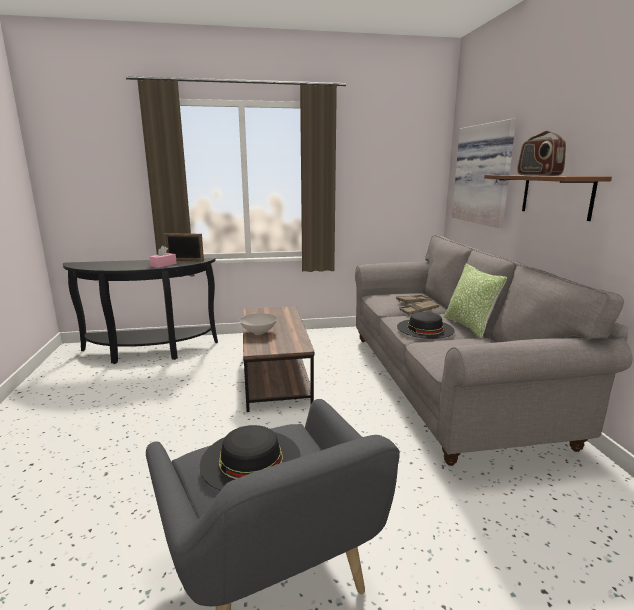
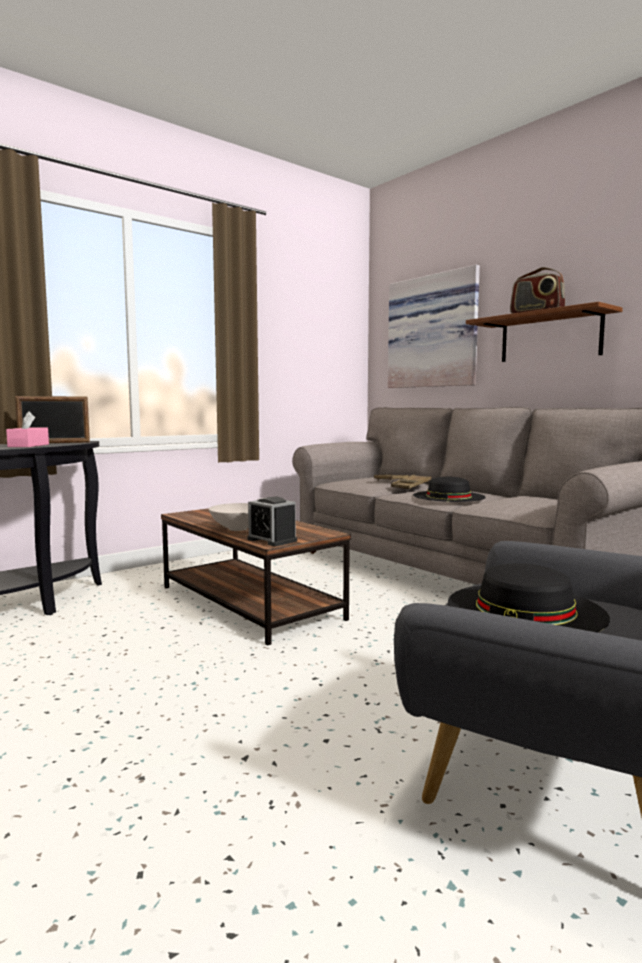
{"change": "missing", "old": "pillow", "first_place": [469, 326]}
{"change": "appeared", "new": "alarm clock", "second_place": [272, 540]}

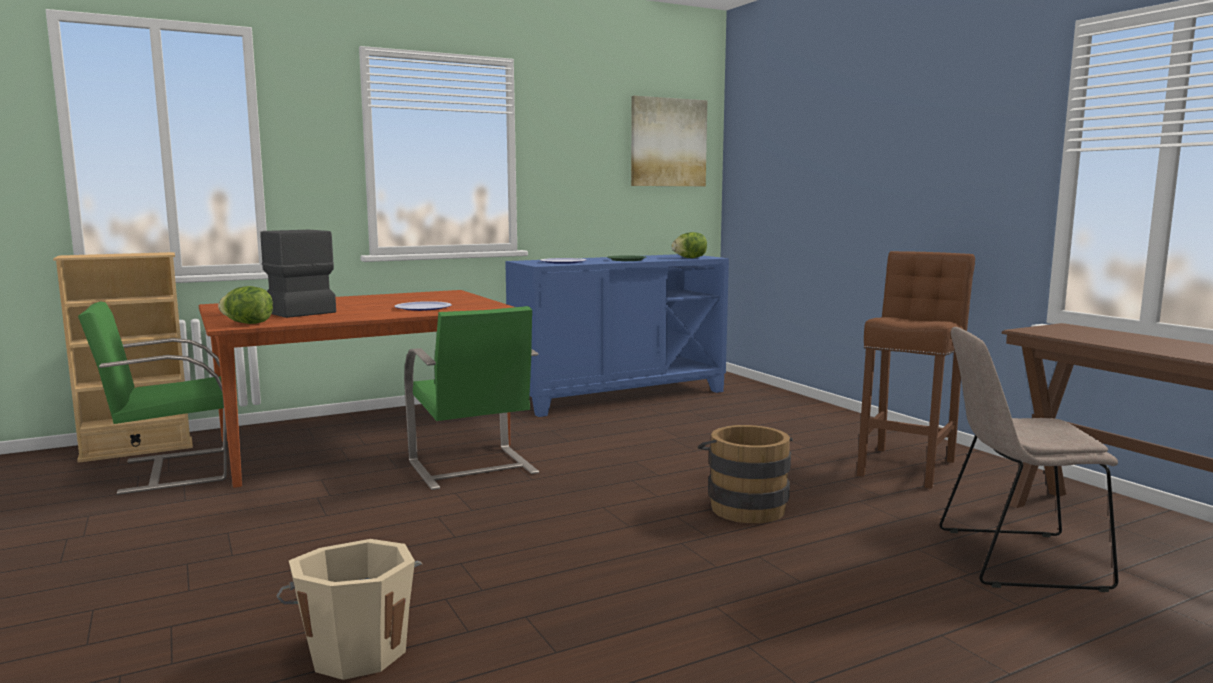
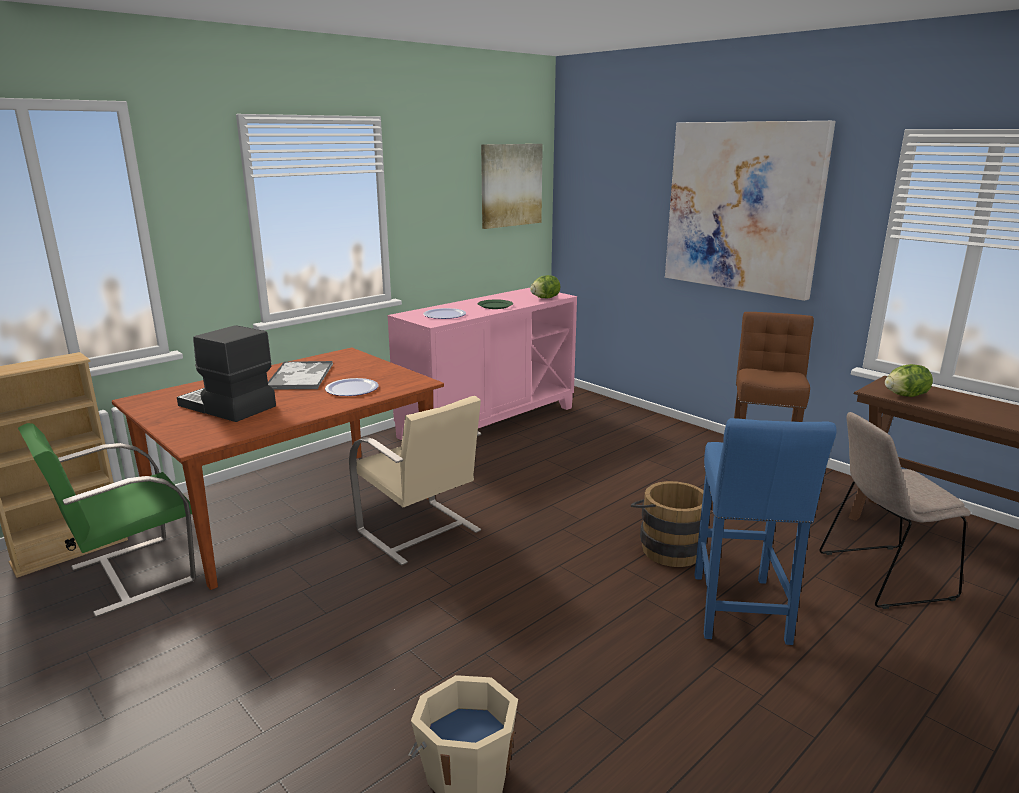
{"change": "appeared", "new": "tray", "second_place": [300, 376]}
{"change": "appeared", "new": "picture", "second_place": [743, 207]}
{"change": "appeared", "new": "stool (blue)", "second_place": [739, 612]}
{"change": "relocated", "old": "lettuce", "first_place": [248, 323], "second_place": [905, 396]}
{"change": "colour", "old": "chair (green)", "new": "chair (beige)", "first_place": [472, 468], "second_place": [419, 532]}
{"change": "colour", "old": "cabinet (blue)", "new": "cabinet (pink)", "first_place": [618, 395], "second_place": [488, 422]}

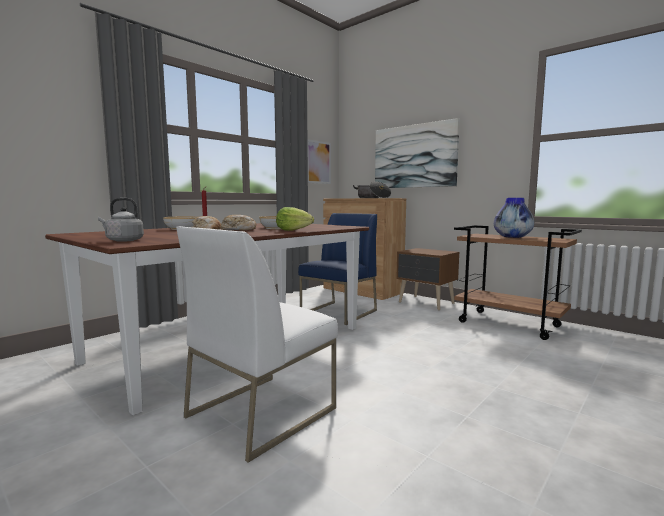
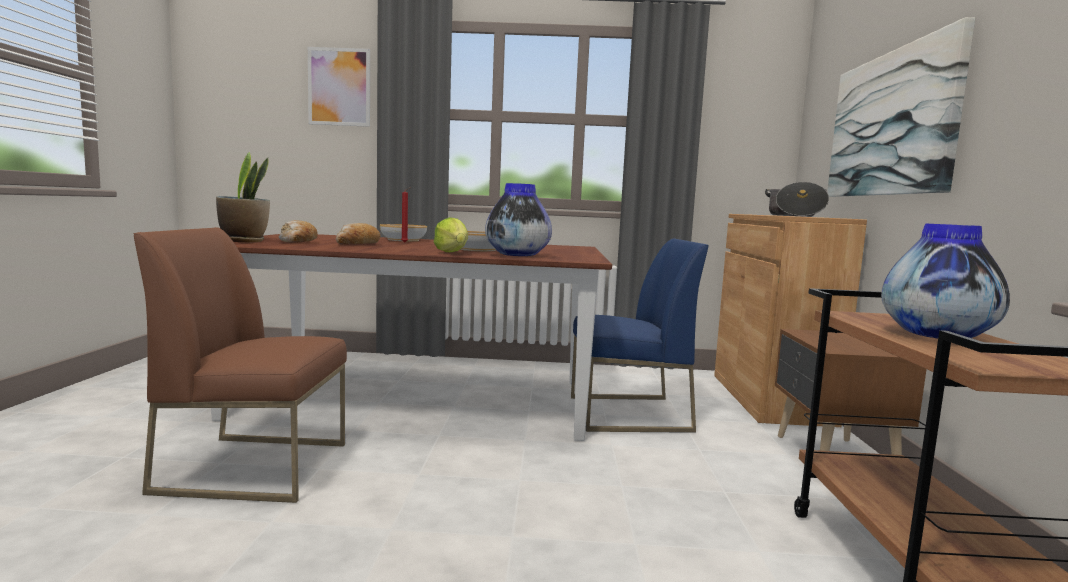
{"change": "appeared", "new": "vase", "second_place": [517, 255]}
{"change": "relocated", "old": "bread", "first_place": [239, 230], "second_place": [298, 242]}
{"change": "relocated", "old": "picture", "first_place": [318, 162], "second_place": [339, 87]}
{"change": "exchanged", "old": "kettle (grey)", "new": "potted plant", "first_place": [123, 240], "second_place": [244, 241]}
{"change": "colour", "old": "chair (white)", "new": "chair (brown)", "first_place": [261, 411], "second_place": [257, 466]}

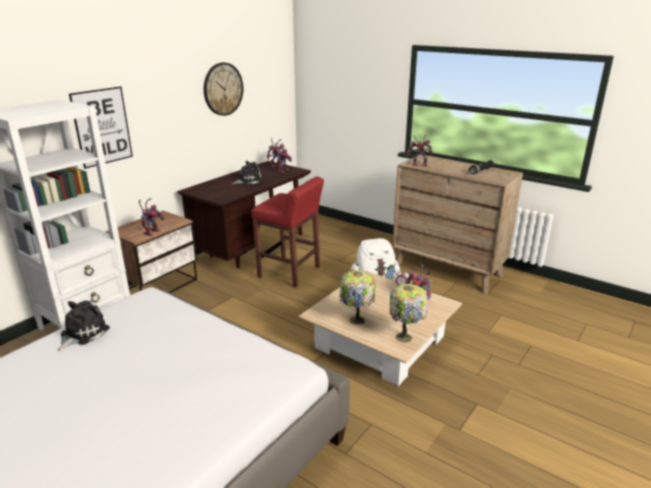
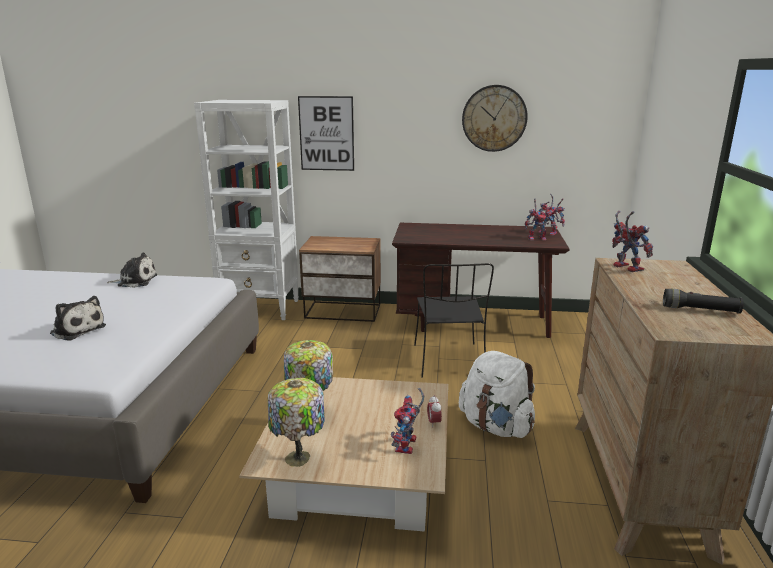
{"change": "missing", "old": "toy robot", "first_place": [152, 231]}
{"change": "relocated", "old": "plush toy", "first_place": [248, 180], "second_place": [77, 330]}
{"change": "exchanged", "old": "stool (red)", "new": "chair (black)", "first_place": [290, 272], "second_place": [449, 361]}

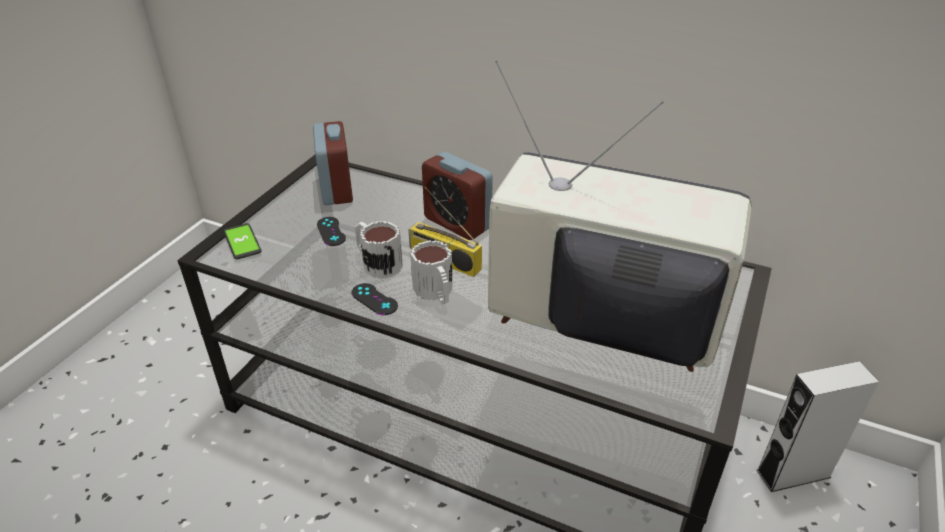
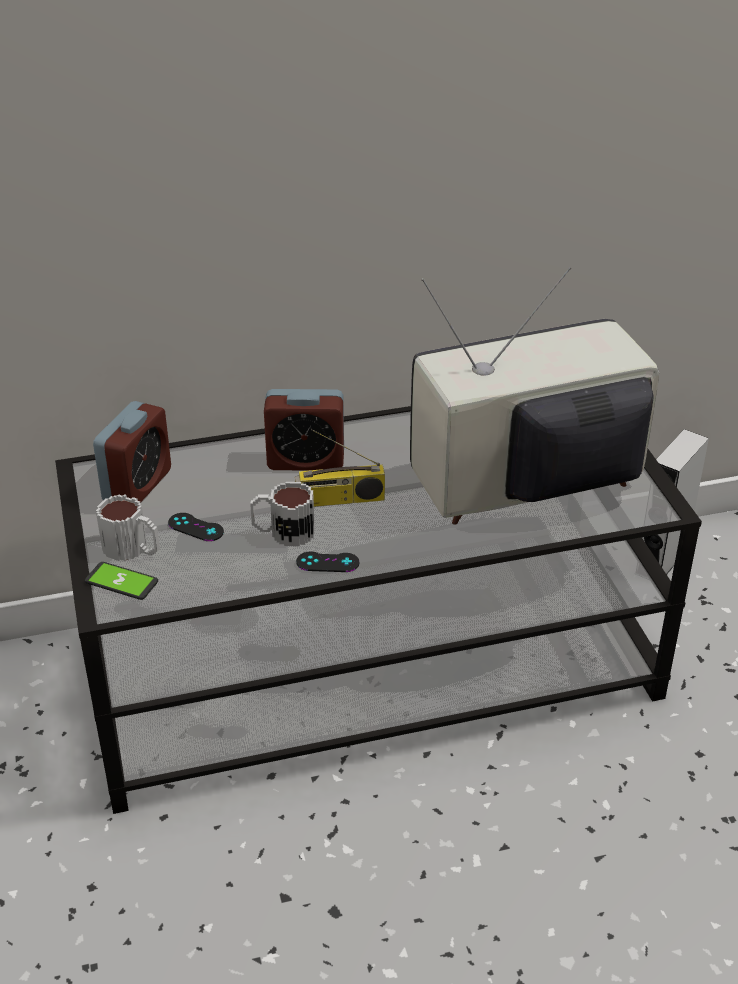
{"change": "relocated", "old": "mug", "first_place": [436, 293], "second_place": [133, 549]}
{"change": "spun", "old": "alarm clock", "first_place": [336, 189], "second_place": [137, 485], "degrees": 75}

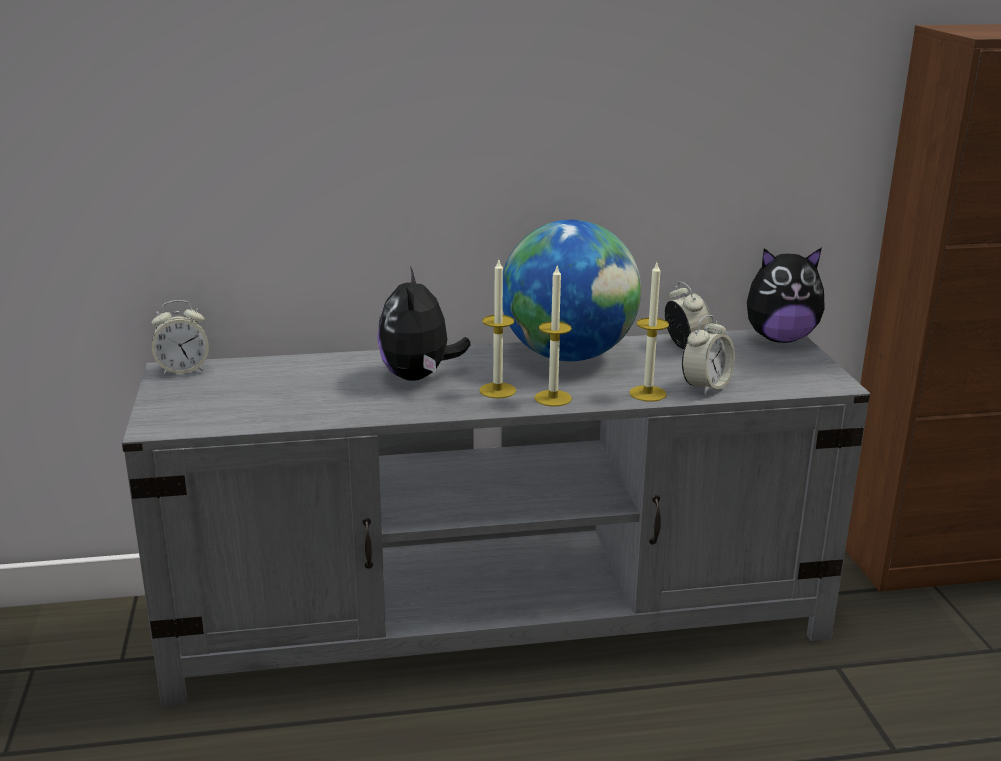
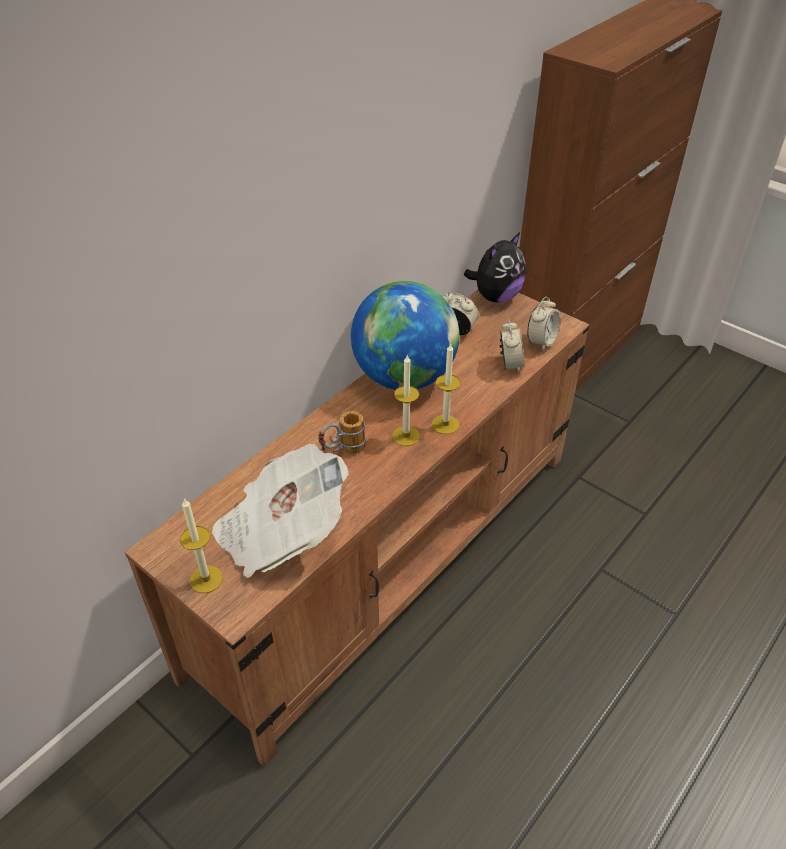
{"change": "appeared", "new": "newspaper", "second_place": [281, 532]}
{"change": "relocated", "old": "alarm clock", "first_place": [183, 370], "second_place": [541, 342]}
{"change": "relocated", "old": "candle", "first_place": [647, 393], "second_place": [206, 579]}
{"change": "exchanged", "old": "plush toy", "new": "mug", "first_place": [419, 377], "second_place": [342, 451]}
{"change": "colour", "old": "tv stand (grey)", "new": "tv stand (brown)", "first_place": [500, 619], "second_place": [391, 557]}

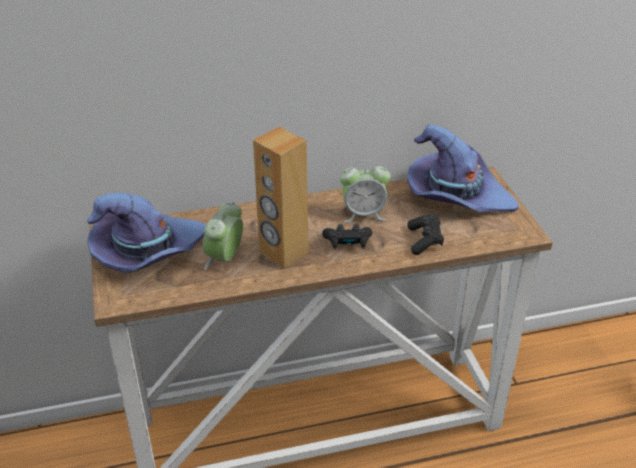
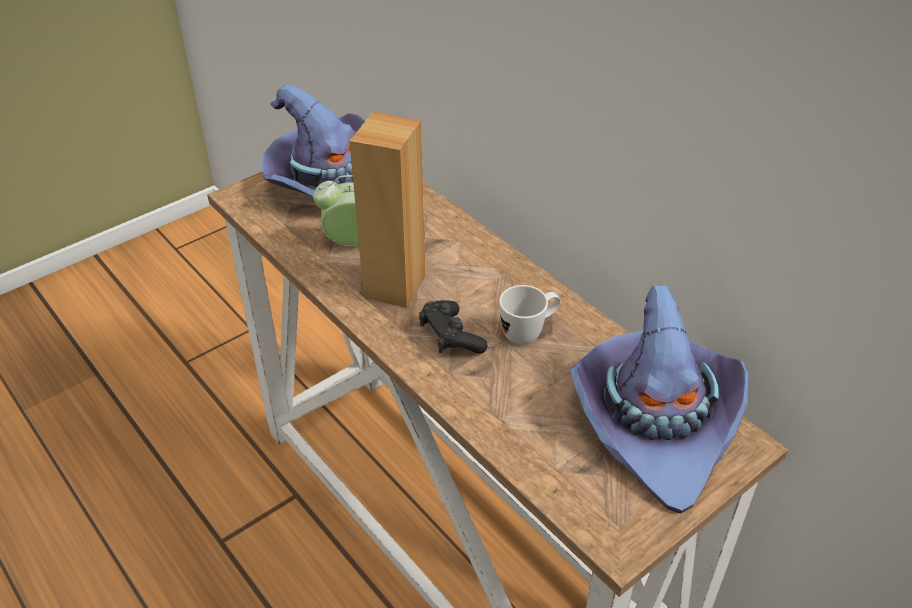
{"change": "missing", "old": "game controller (black)", "first_place": [424, 241]}
{"change": "exchanged", "old": "alarm clock", "new": "mug (white)", "first_place": [363, 214], "second_place": [529, 332]}

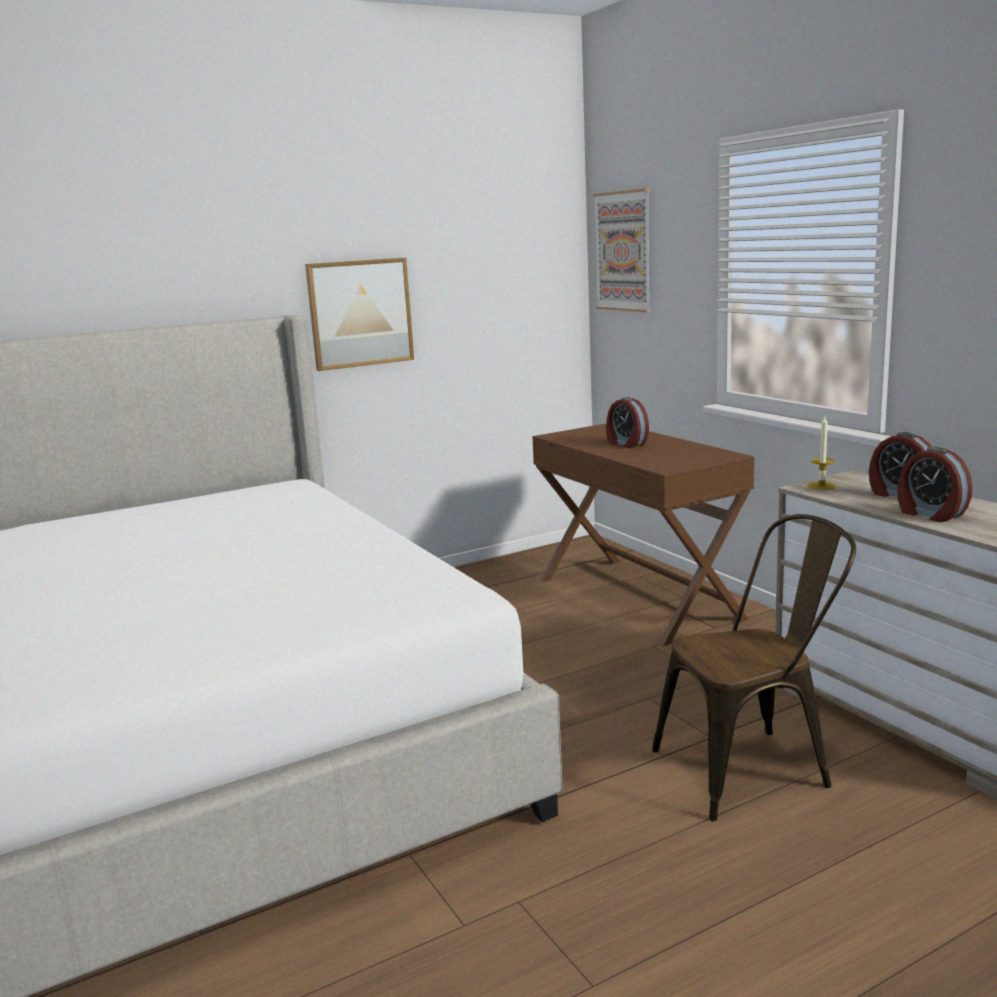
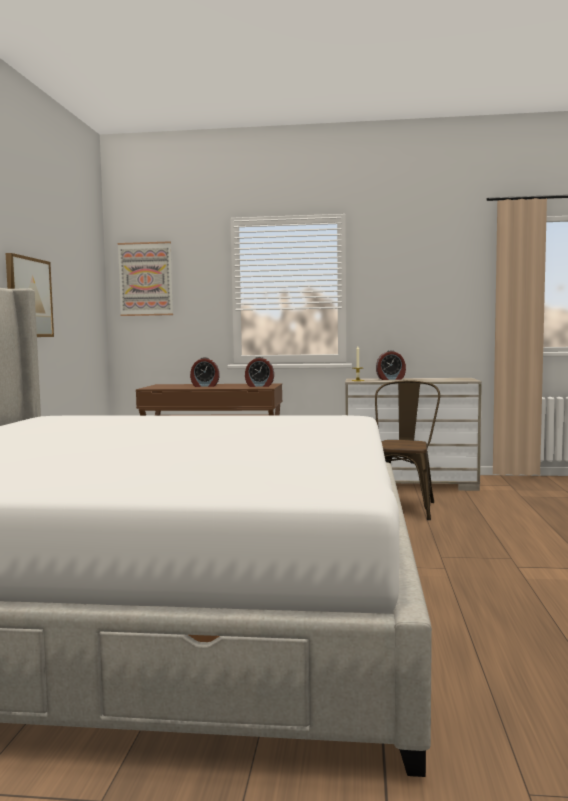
{"change": "relocated", "old": "alarm clock", "first_place": [930, 514], "second_place": [259, 386]}

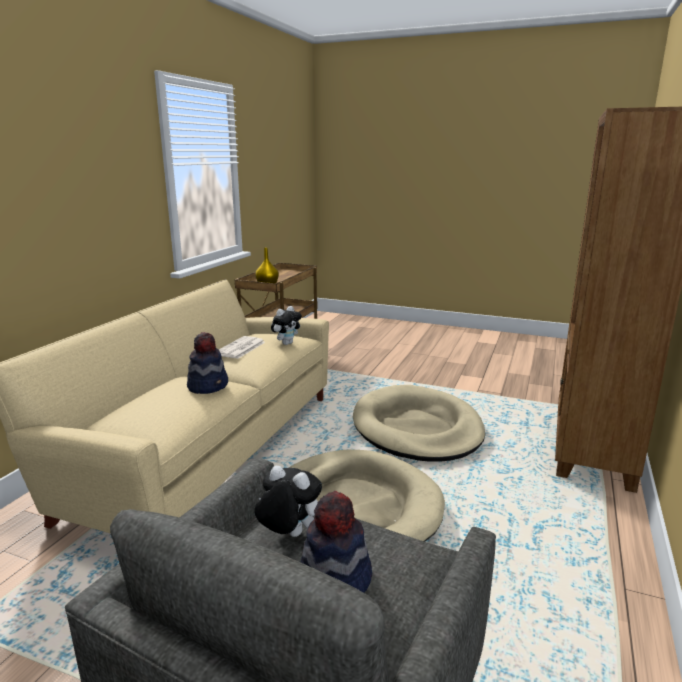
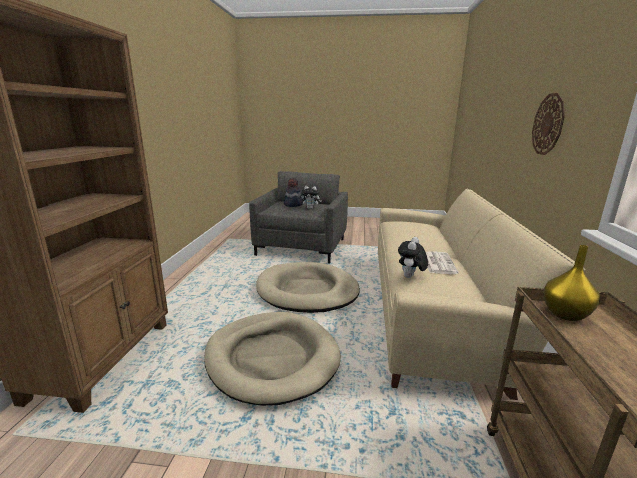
{"change": "missing", "old": "hat", "first_place": [208, 386]}
{"change": "appeared", "new": "wall clock", "second_place": [548, 124]}

